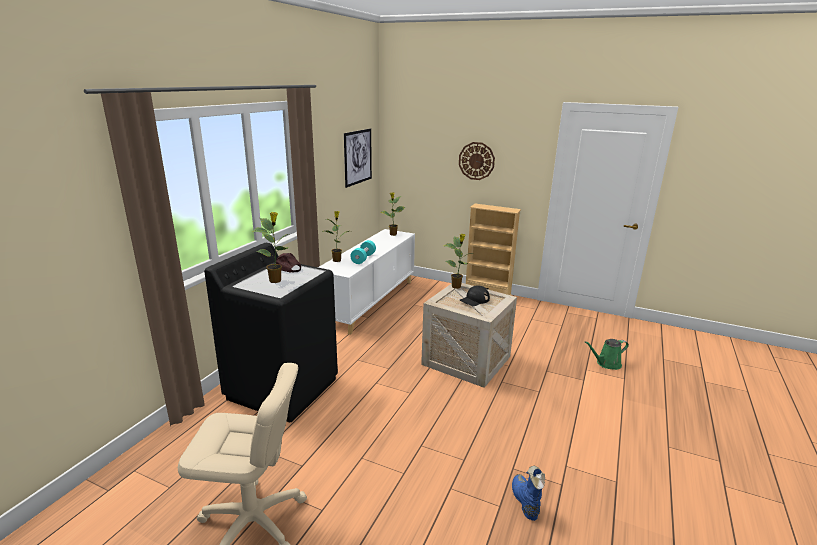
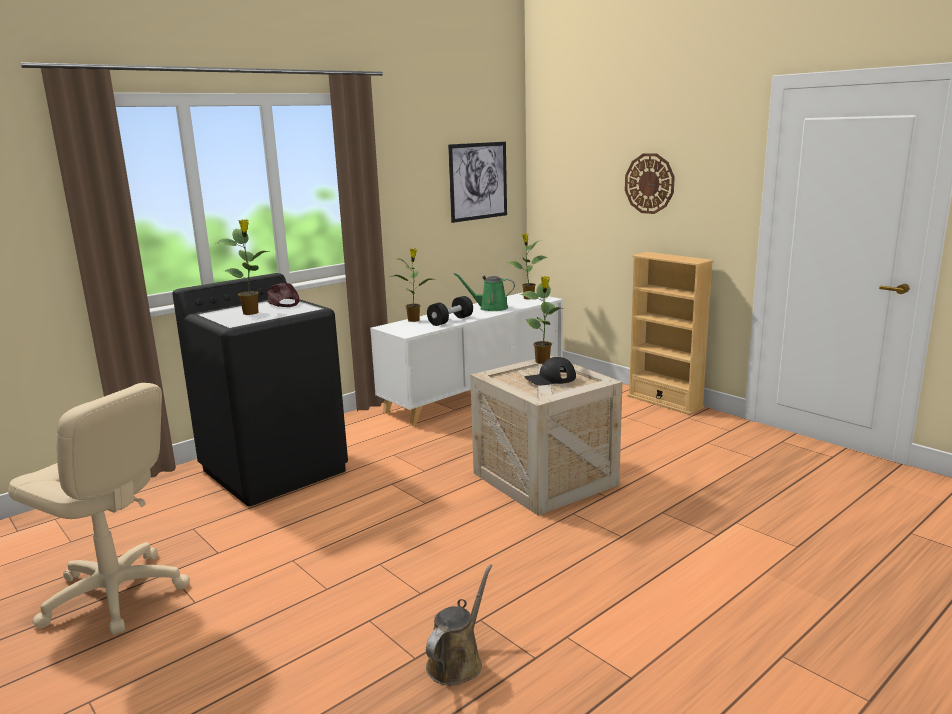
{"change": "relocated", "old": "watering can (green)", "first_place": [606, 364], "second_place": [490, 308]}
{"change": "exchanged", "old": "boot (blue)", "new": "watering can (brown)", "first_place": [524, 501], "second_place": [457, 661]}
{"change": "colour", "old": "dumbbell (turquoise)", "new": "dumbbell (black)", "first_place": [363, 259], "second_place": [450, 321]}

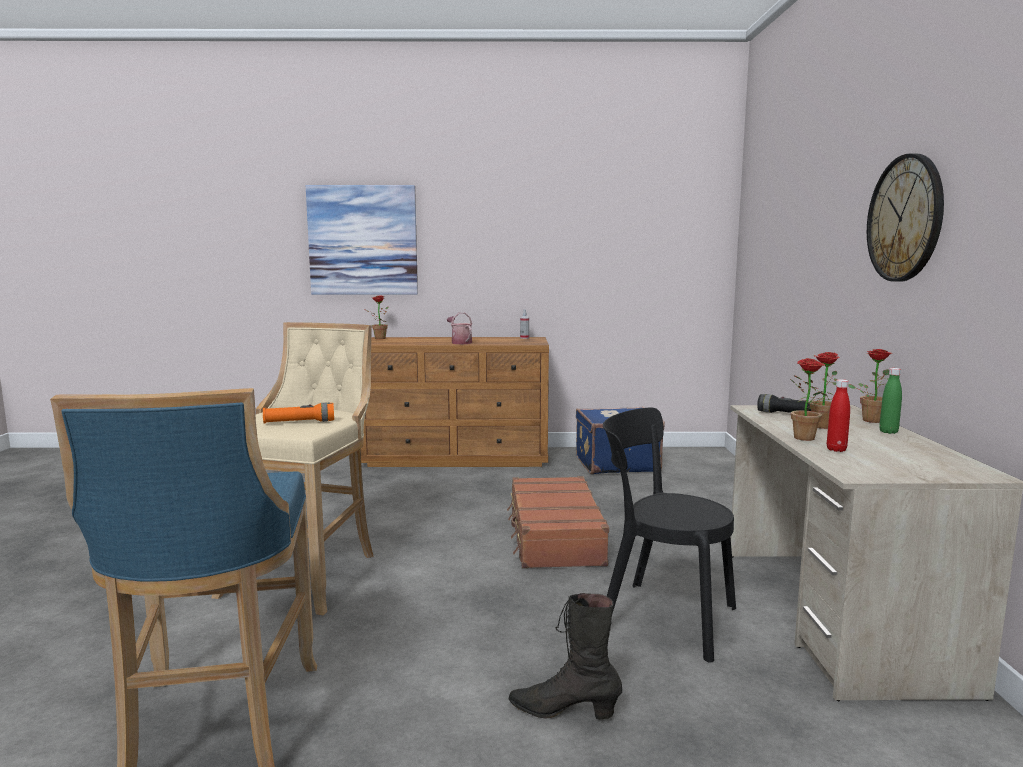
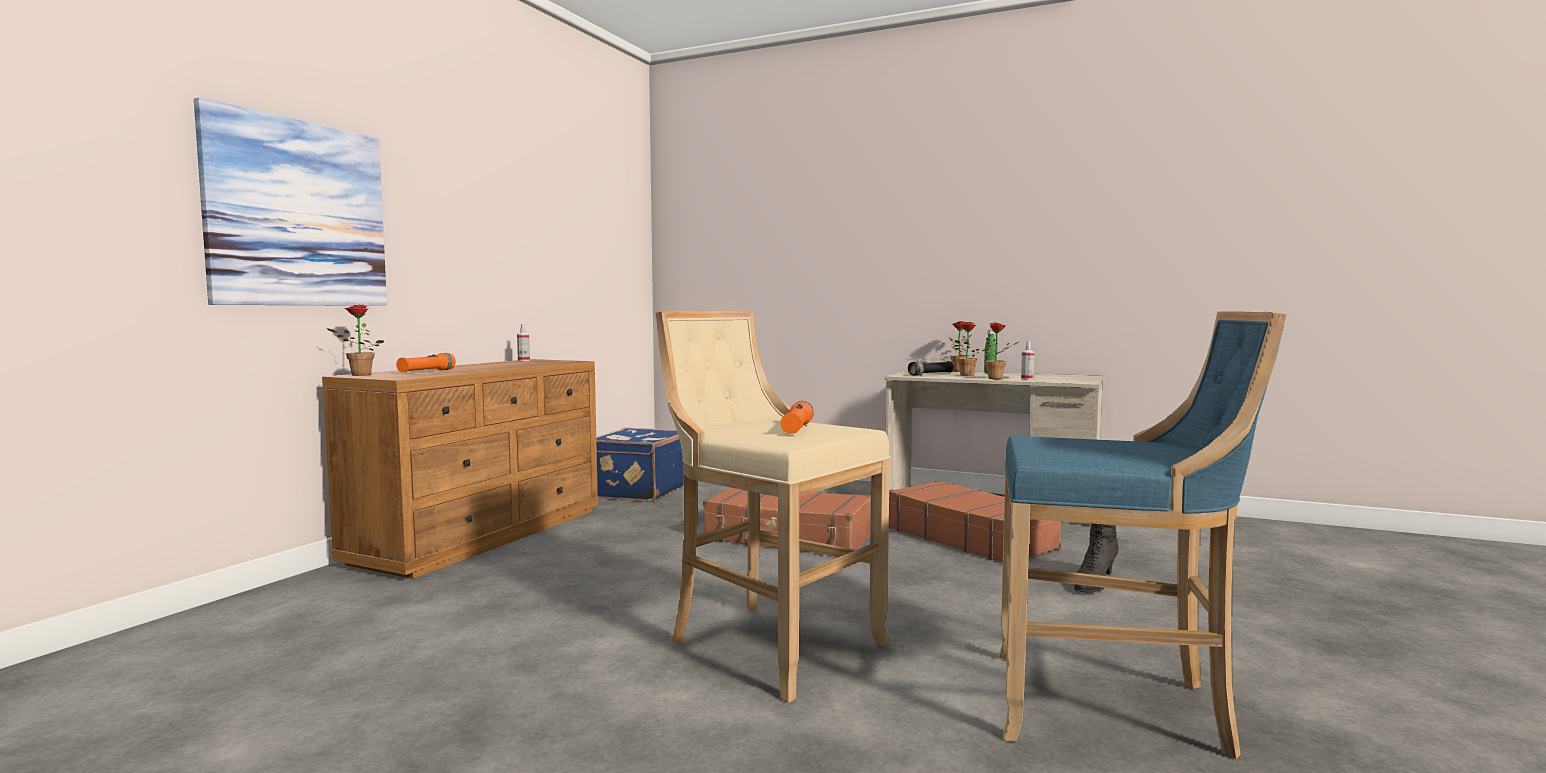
{"change": "missing", "old": "watering can", "first_place": [460, 342]}
{"change": "missing", "old": "wall clock", "first_place": [905, 218]}
{"change": "appeared", "new": "flashlight (orange)", "second_place": [427, 371]}
{"change": "exchanged", "old": "chair (black)", "new": "suitcase (brown)", "first_place": [661, 617], "second_place": [970, 537]}
{"change": "exchanged", "old": "bottle (red)", "new": "spray bottle", "first_place": [836, 449], "second_place": [1027, 379]}

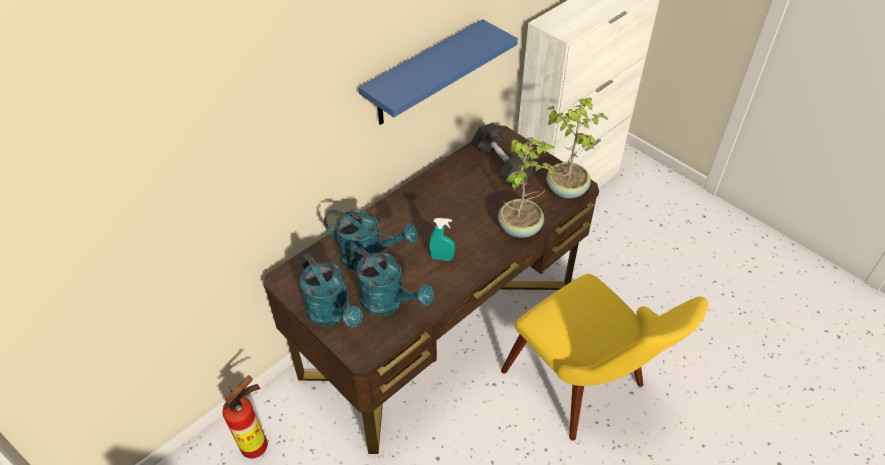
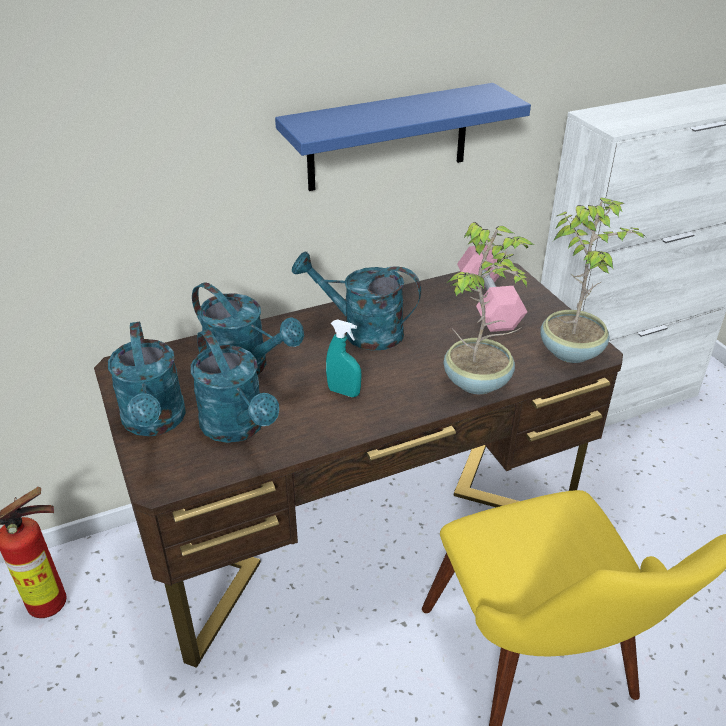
{"change": "appeared", "new": "watering can (turquoise)", "second_place": [362, 331]}
{"change": "colour", "old": "dumbbell (black)", "new": "dumbbell (pink)", "first_place": [501, 164], "second_place": [488, 303]}

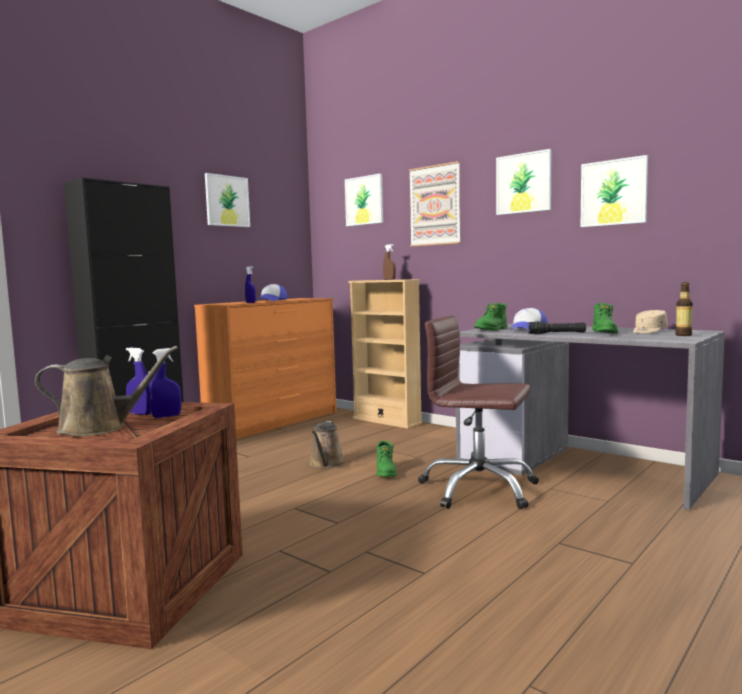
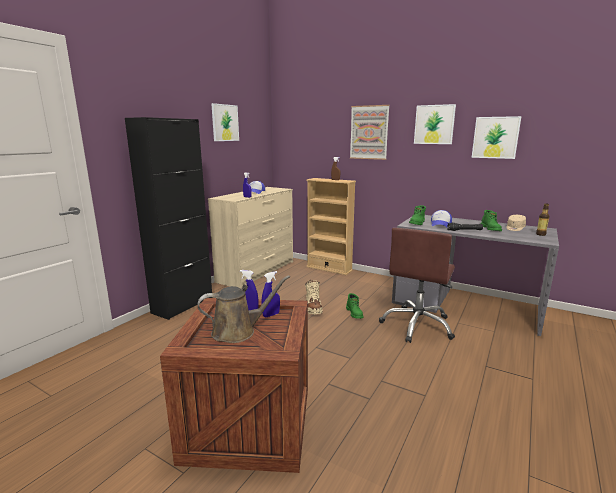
{"change": "missing", "old": "picture", "first_place": [364, 200]}
{"change": "exchanged", "old": "watering can (brown)", "new": "boot (beige)", "first_place": [326, 464], "second_place": [313, 308]}
{"change": "colour", "old": "dresser (orange)", "new": "dresser (beige)", "first_place": [274, 423], "second_place": [257, 272]}
{"change": "spun", "old": "office chair (brown)", "first_place": [478, 489], "second_place": [417, 325], "degrees": -75}

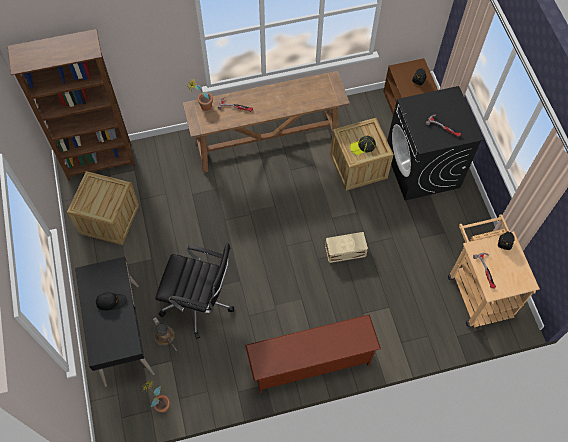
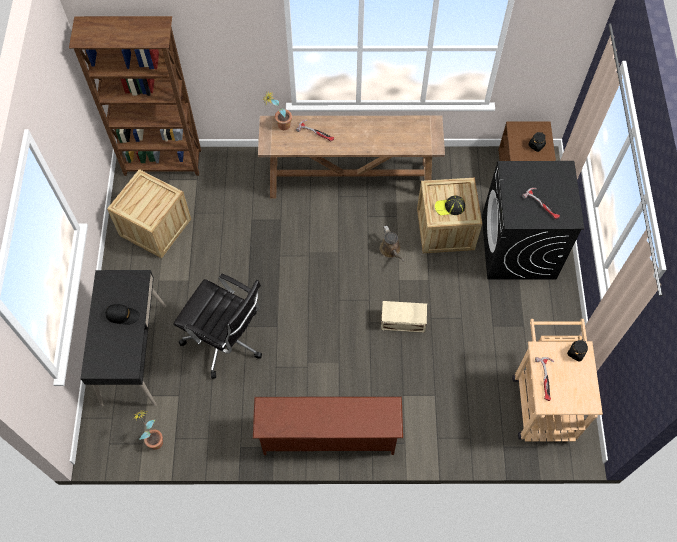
{"change": "relocated", "old": "watering can (brown)", "first_place": [166, 337], "second_place": [391, 250]}

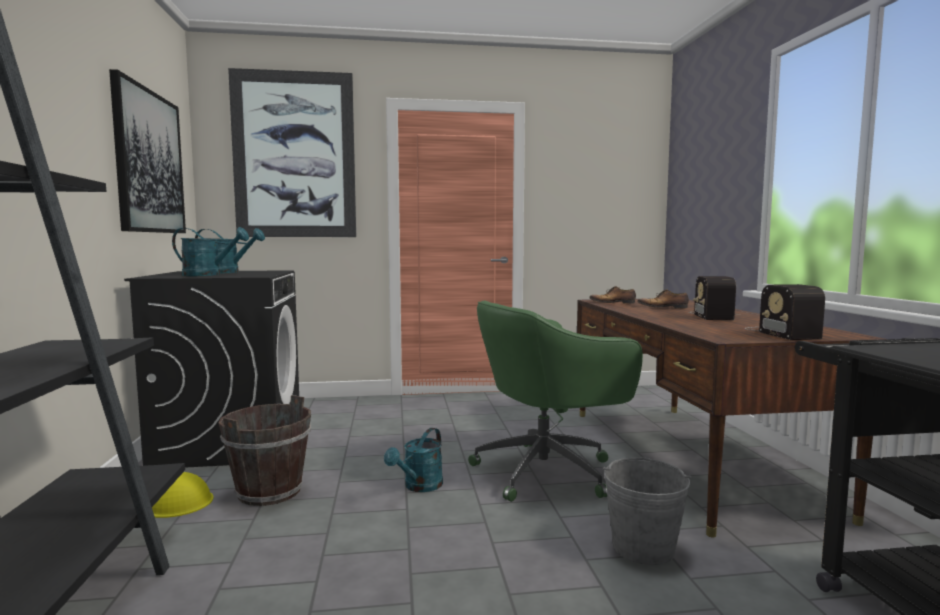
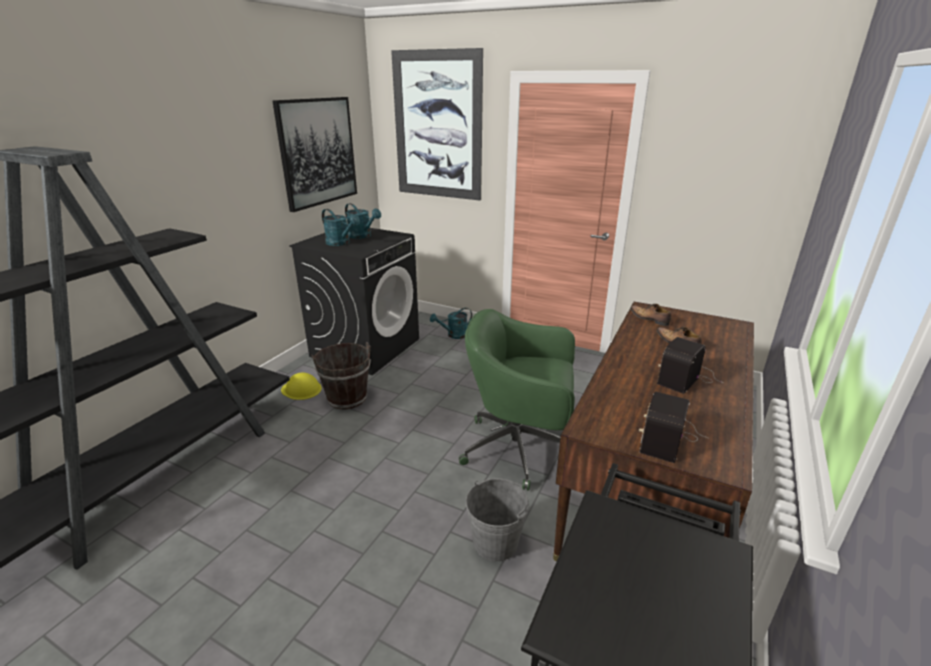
{"change": "relocated", "old": "watering can (turquoise)", "first_place": [419, 487], "second_place": [454, 335]}

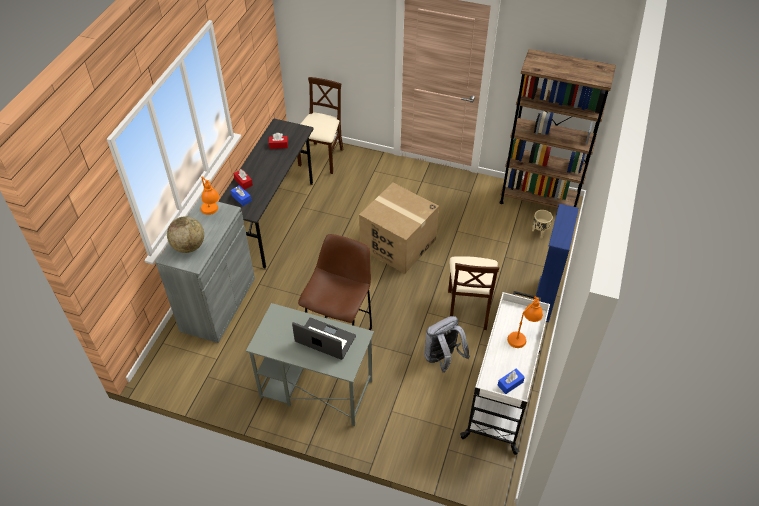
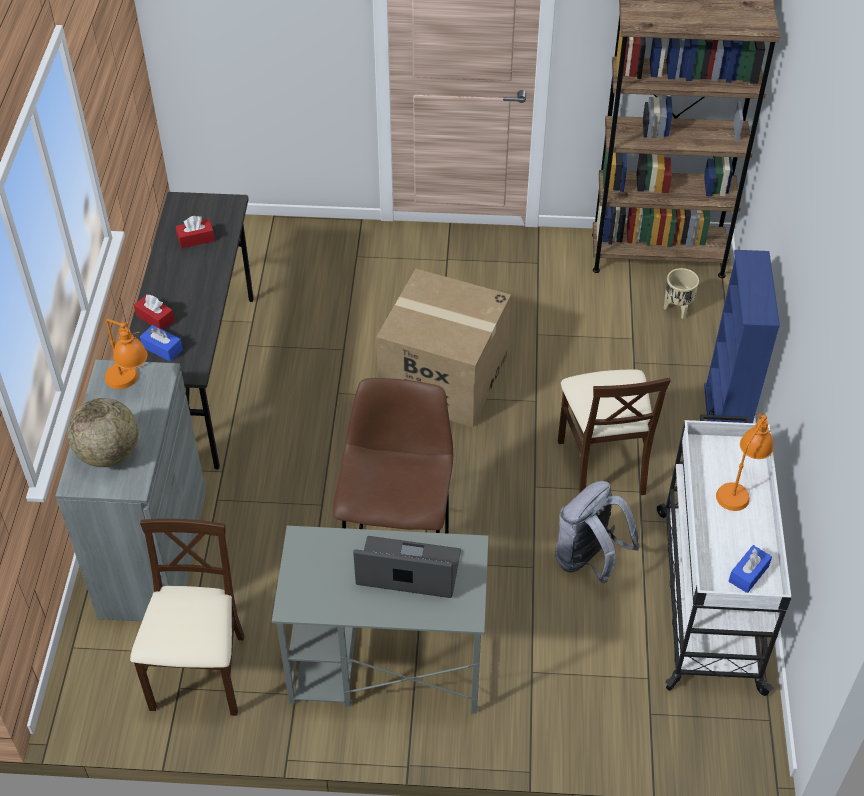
{"change": "relocated", "old": "chair (beige)", "first_place": [322, 158], "second_place": [200, 674]}

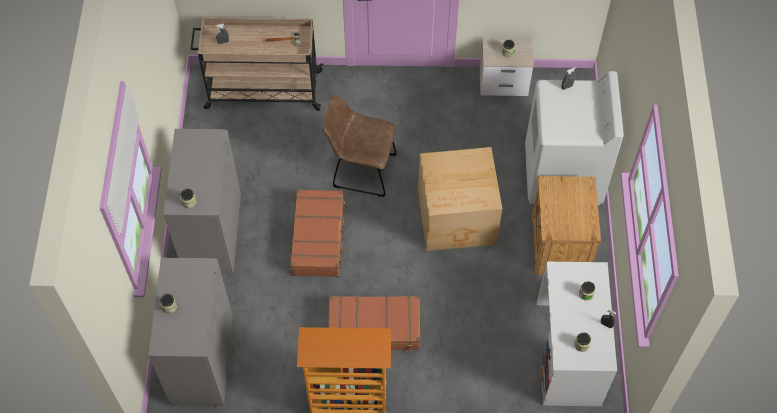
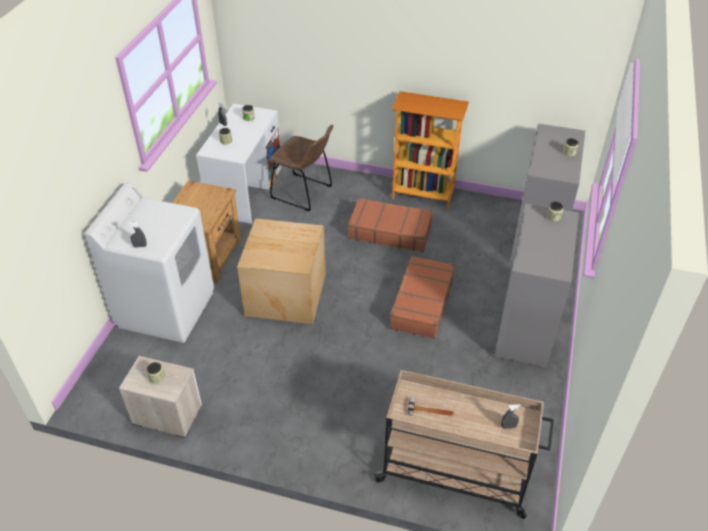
{"change": "relocated", "old": "chair (brown)", "first_place": [360, 170], "second_place": [304, 193]}

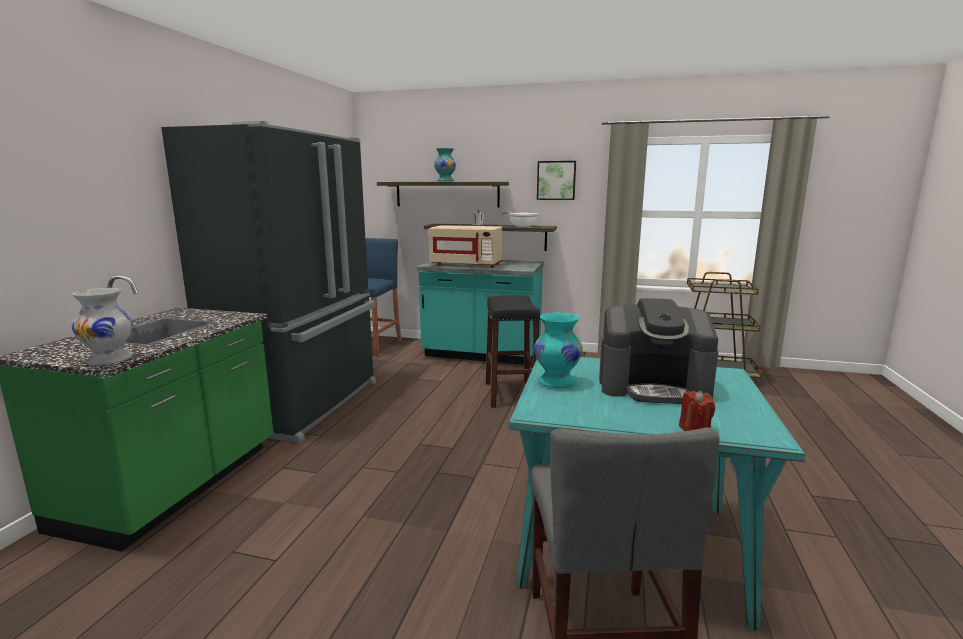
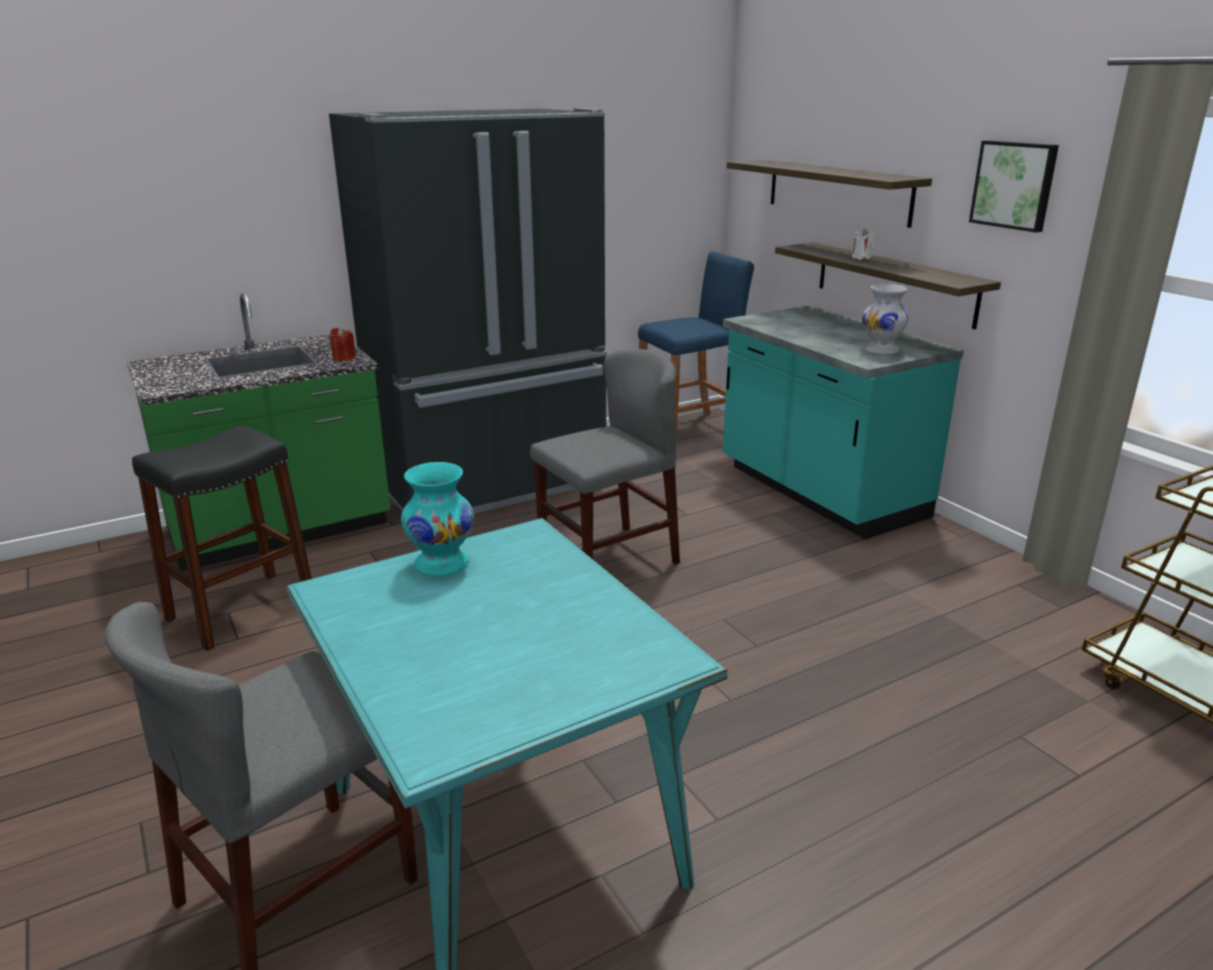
{"change": "missing", "old": "microwave (beige)", "first_place": [466, 265]}
{"change": "missing", "old": "vase (turquoise)", "first_place": [445, 181]}
{"change": "missing", "old": "frying pan", "first_place": [521, 226]}
{"change": "missing", "old": "coffee machine", "first_place": [653, 386]}
{"change": "appeared", "new": "chair (grey)", "second_place": [608, 559]}
{"change": "relocated", "old": "vase (white)", "first_place": [109, 360], "second_place": [880, 350]}
{"change": "relocated", "old": "stool (black)", "first_place": [511, 394], "second_place": [242, 609]}
{"change": "relocated", "old": "candle (red)", "first_place": [694, 428], "second_place": [344, 358]}

